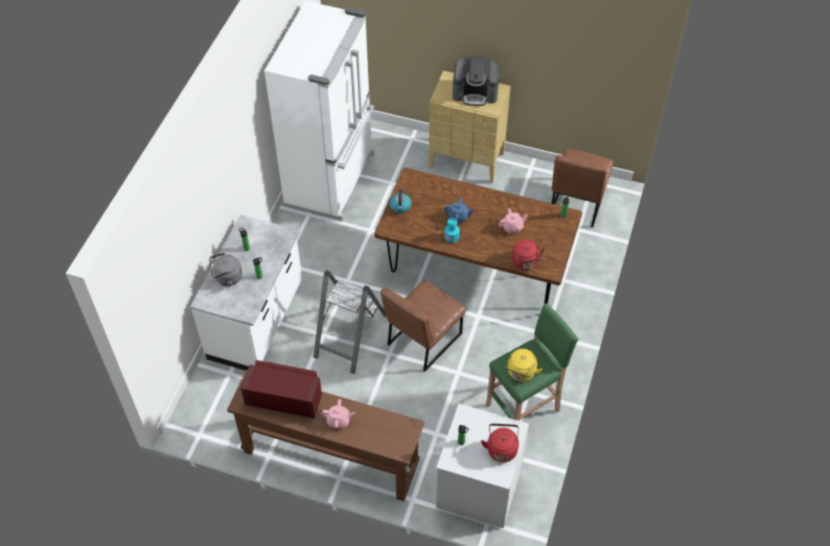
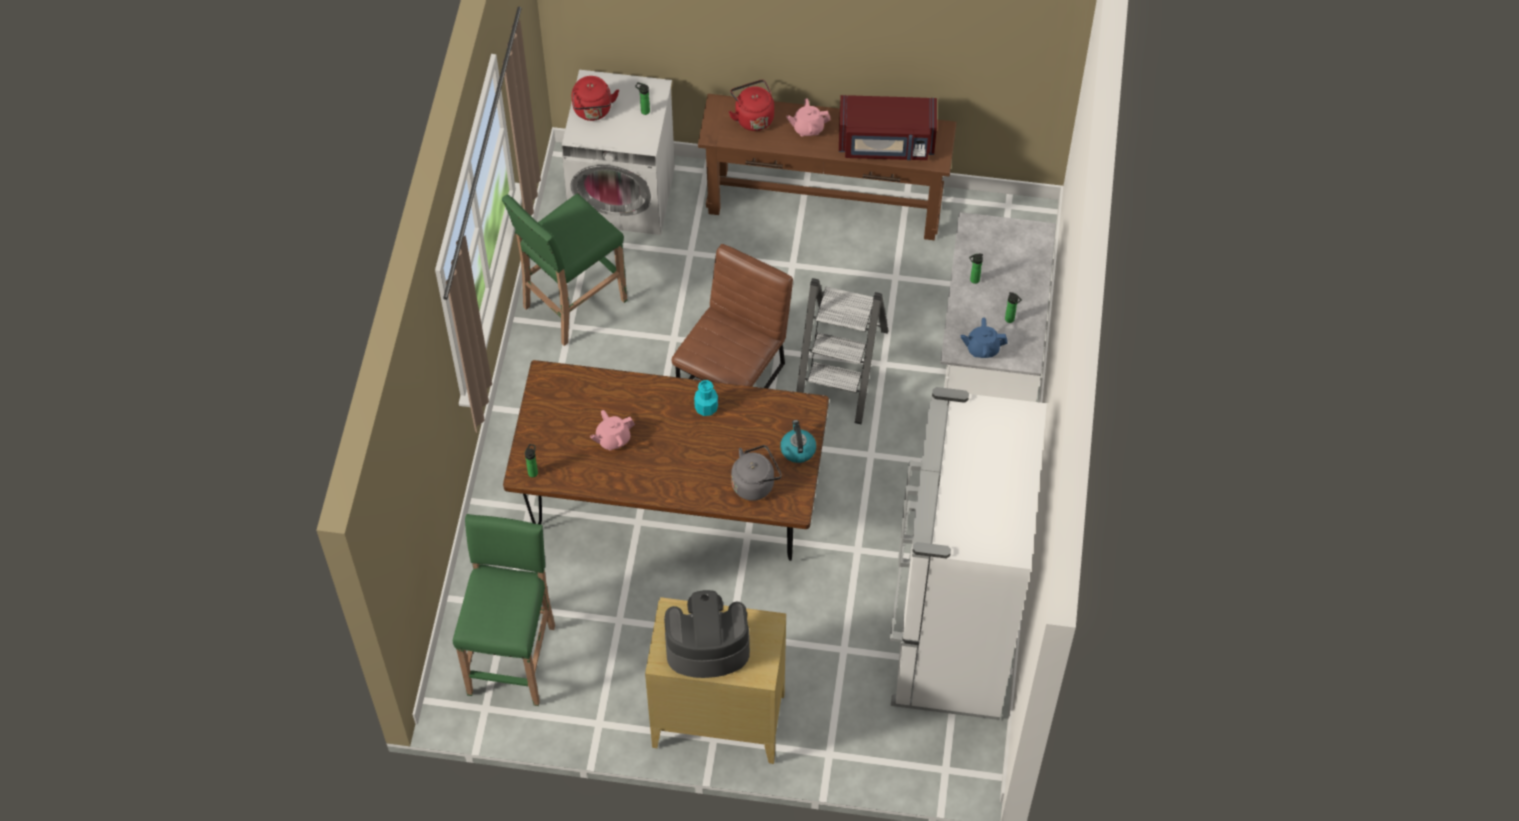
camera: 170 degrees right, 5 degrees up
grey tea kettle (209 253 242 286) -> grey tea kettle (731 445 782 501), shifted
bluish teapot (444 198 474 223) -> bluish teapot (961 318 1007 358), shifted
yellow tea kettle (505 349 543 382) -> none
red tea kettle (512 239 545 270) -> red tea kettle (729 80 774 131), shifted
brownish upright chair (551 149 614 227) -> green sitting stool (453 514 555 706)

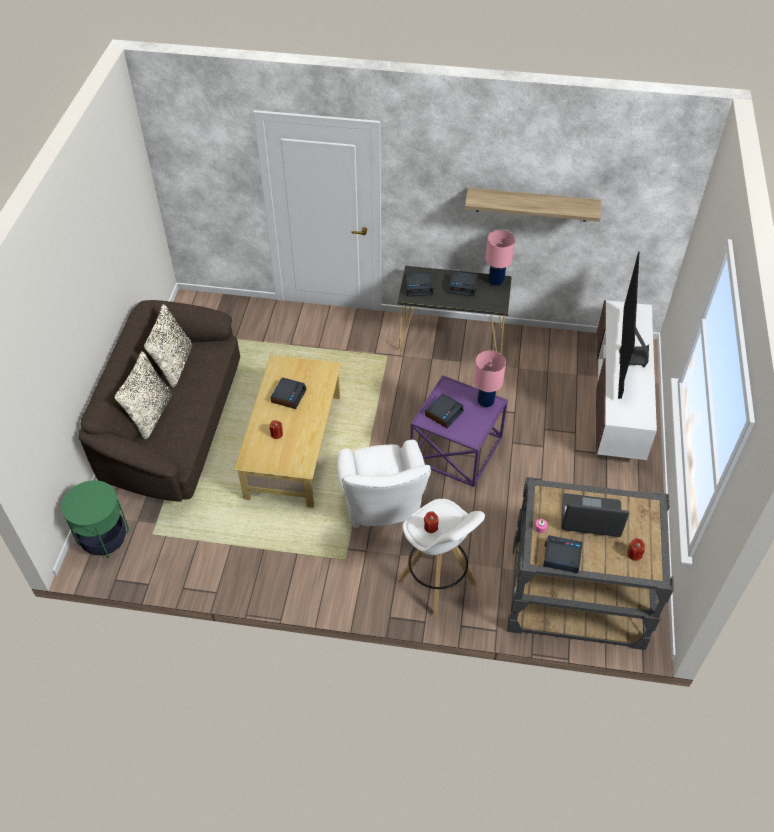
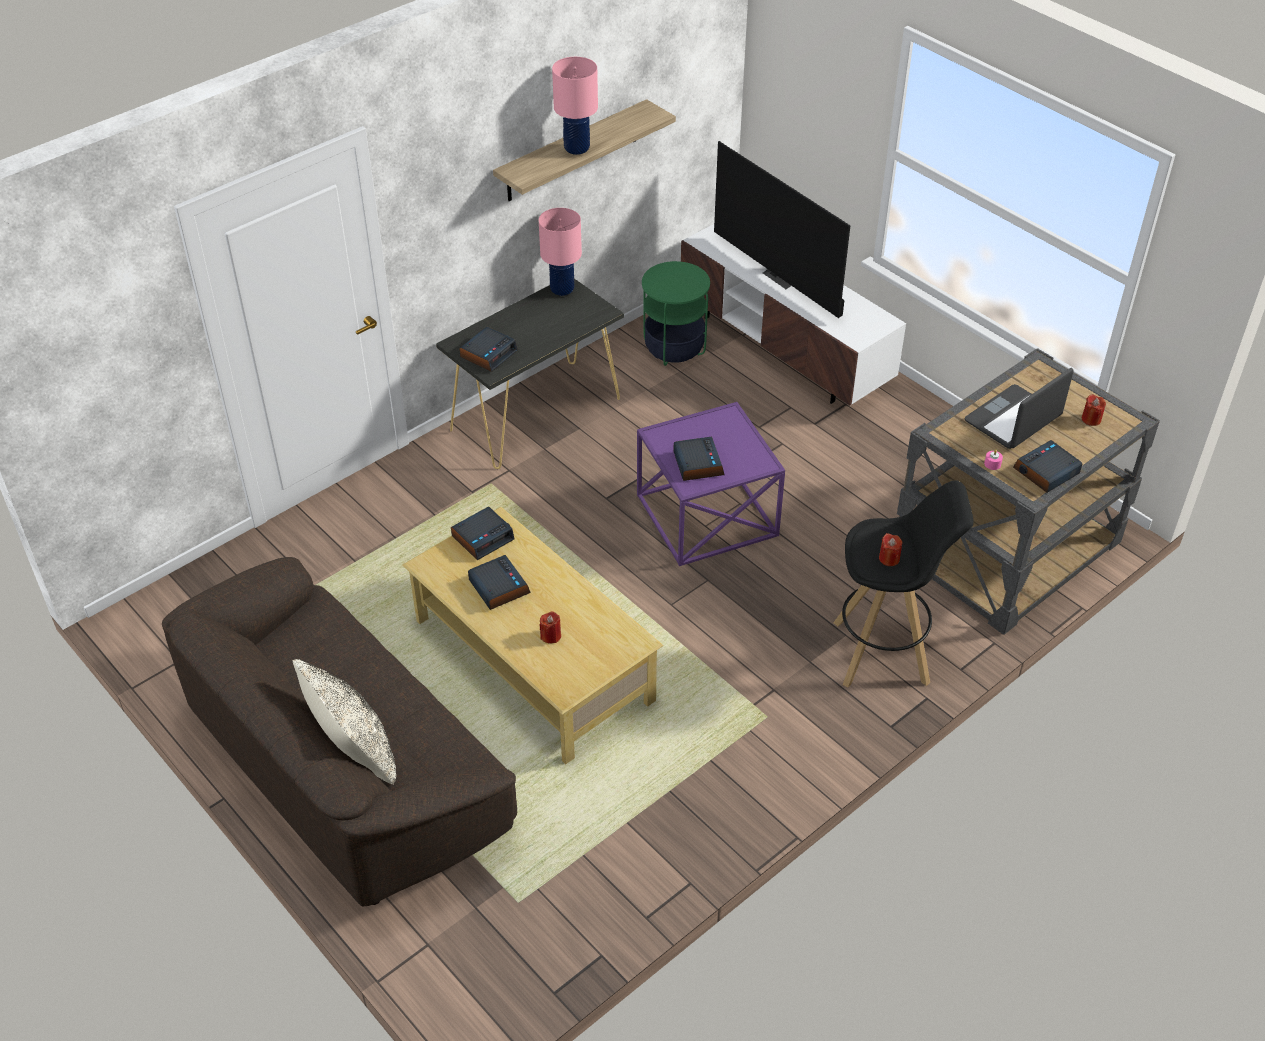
camera: 50 degrees left, 5 degrees down
green side table (61 480 129 558) -> green side table (642 261 710 366), shifted
beige cushion (144 304 192 387) -> none
whitish easy chair (337 440 431 528) -> none
whitish sitting stool (398 499 485 617) -> black-coloured sitting stool (833 480 974 688)
alarm clock (448 271 478 296) -> alarm clock (451 506 515 560), shifted
pinkish table lamp (474 351 506 407) -> pinkish table lamp (552 57 598 155), shifted

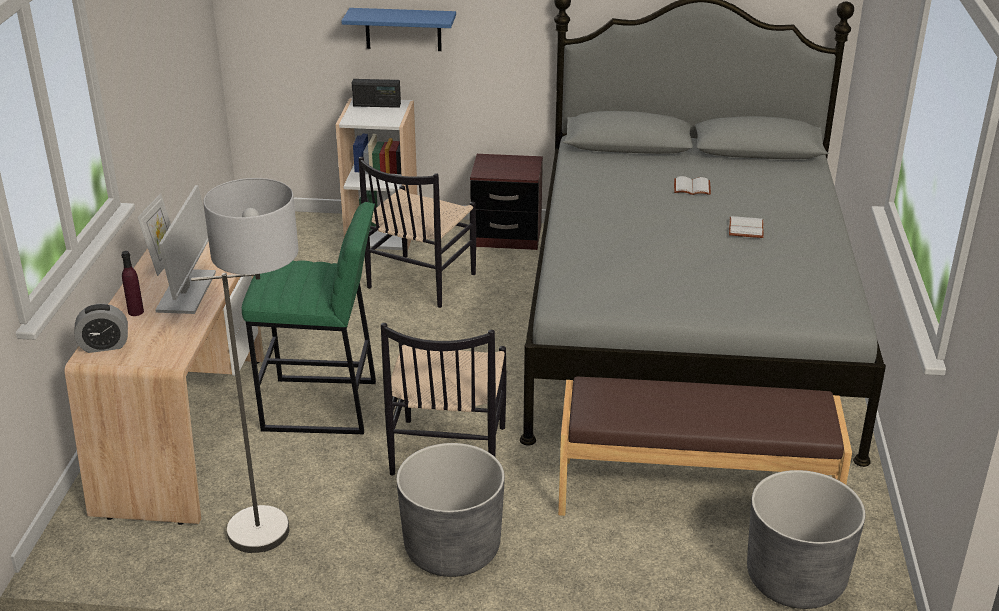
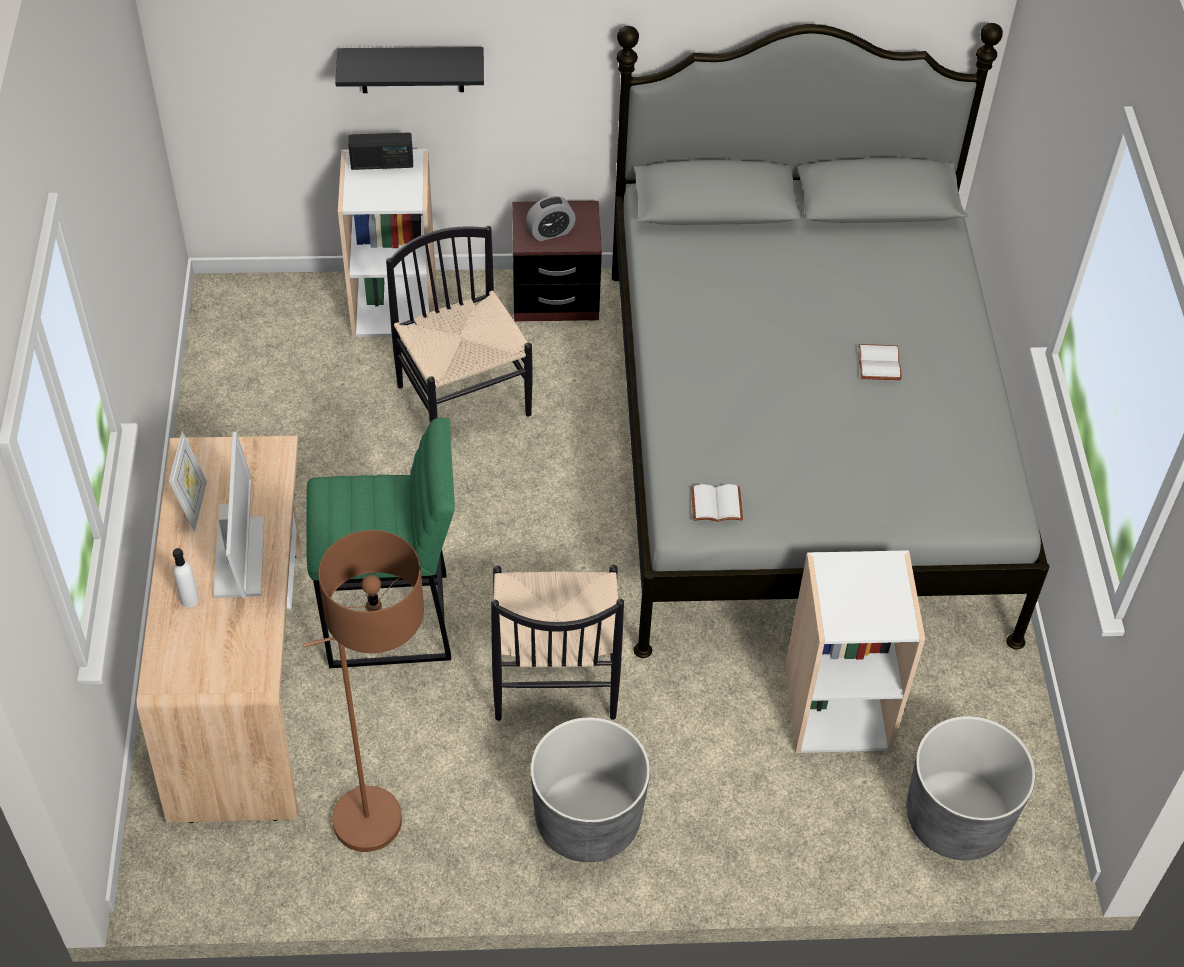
camera: 10 degrees left, 20 degrees up
alarm clock (74 304 128 353) -> alarm clock (526 196 576 241), shifted
purple-coloured drink bottle (121 251 144 316) -> whitish drink bottle (173 548 199 607)
grey standard lamp (191 178 298 553) -> brownish standard lamp (303 530 424 852)
bluish bracket shelf (341 8 456 51) -> black-coloured bracket shelf (335 47 484 93)
black-coloured upright chair (359 157 476 308) -> black-coloured upright chair (386 226 532 422), 135 degrees clockwise
brownish indoor bench (558 377 852 516) -> bookshelf (785 550 925 753)
whitish book (674 176 711 195) -> whitish book (691 484 743 522), shifted

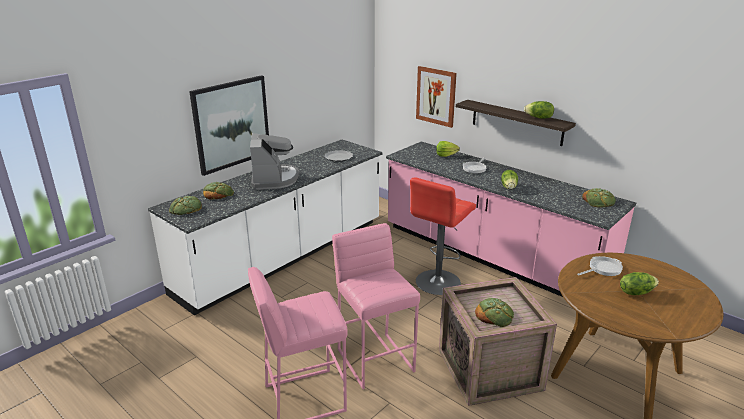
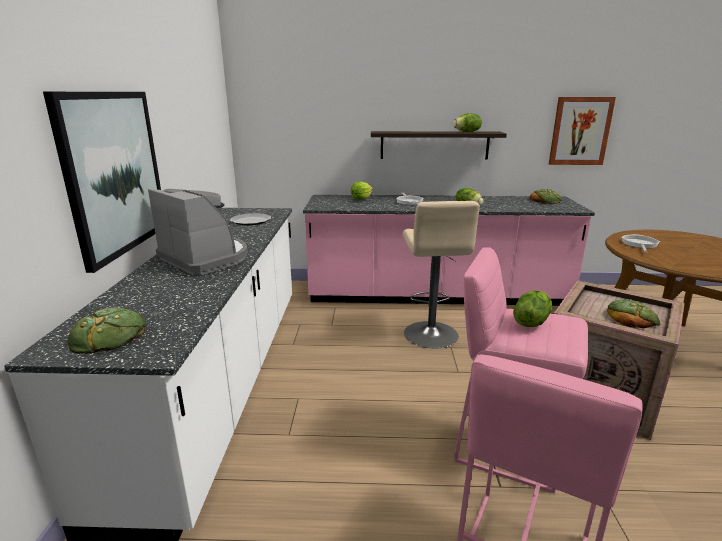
camera: 40 degrees left, 5 degrees down
bread (203 182 234 200) -> none
red sitting stool (410 177 476 295) -> beige sitting stool (403 201 480 348)
picture (416 66 457 128) -> picture (549 97 616 165), shifted
lettuce (620 272 659 295) -> lettuce (513 290 552 327), shifted

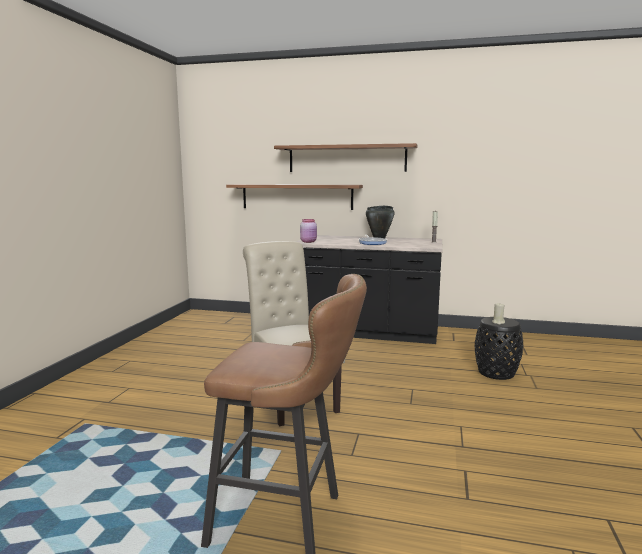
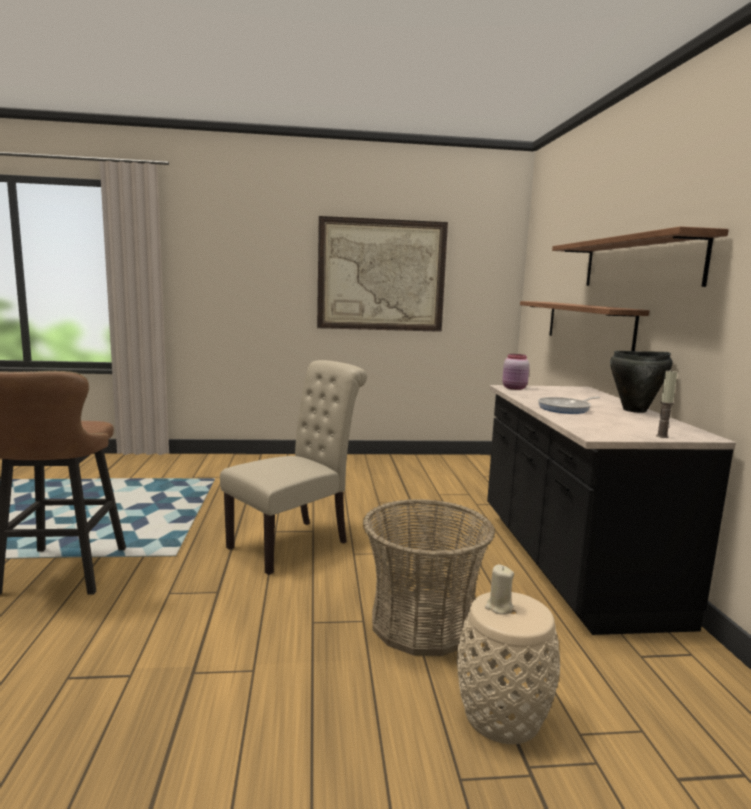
camera: 70 degrees right, 0 degrees up
black-coloured sitting stool (475 317 523 380) -> beige sitting stool (457 592 560 744)
none -> picture (317 216 448 332)
none -> storage basket (363 499 495 656)

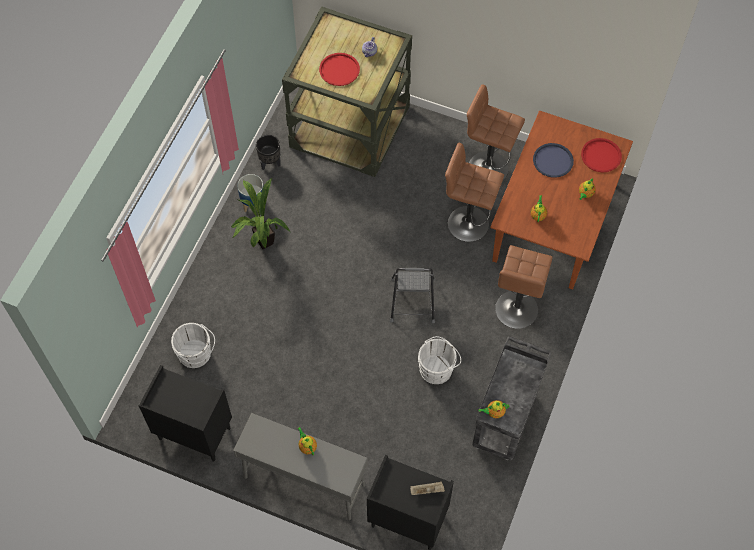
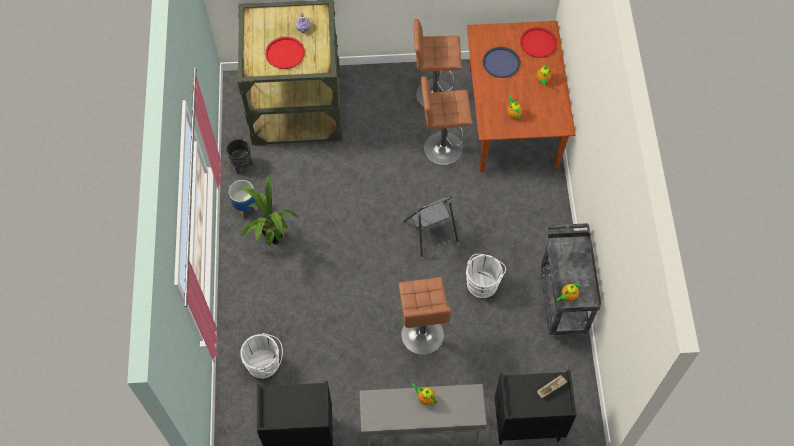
camera: 25 degrees left, 0 degrees up
brownish sitting stool (495 245 553 329) -> brownish sitting stool (398 277 452 355), shifted

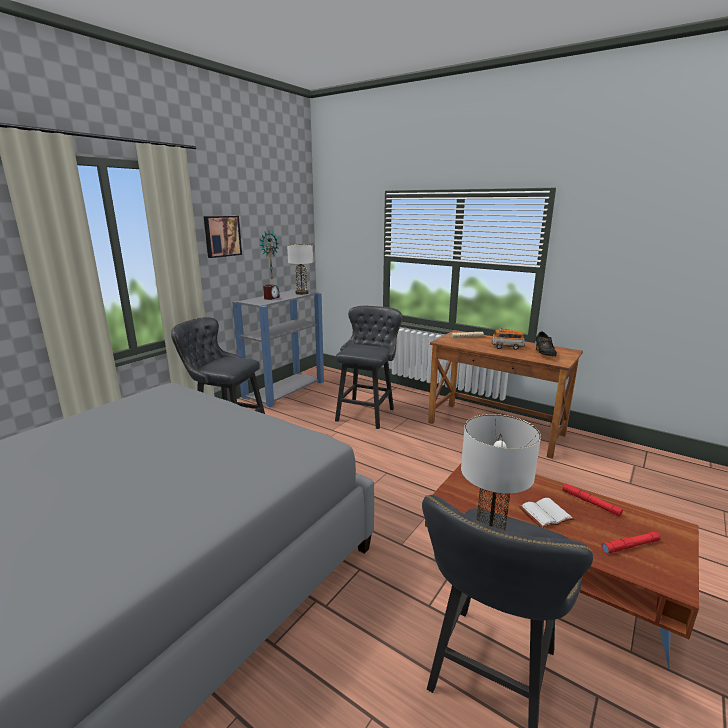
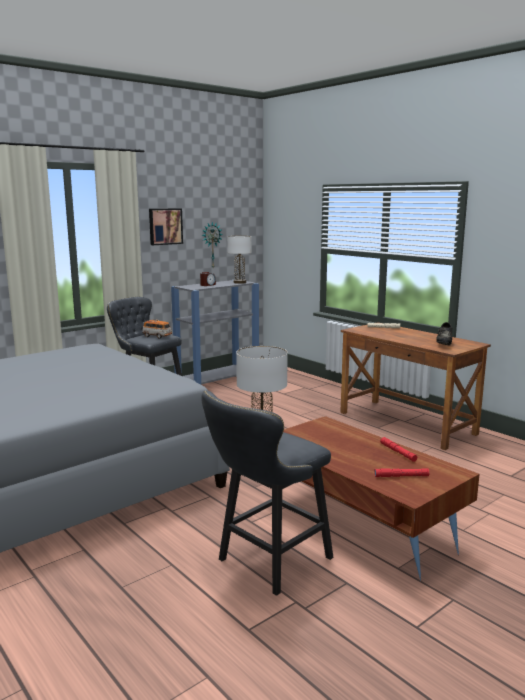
camera: 15 degrees right, 5 degrees down
grey sitting stool (335 306 403 429) -> none
toy car (491 328 526 350) -> toy car (142 319 172 338), shifted
whitish book (519 498 574 528) -> none

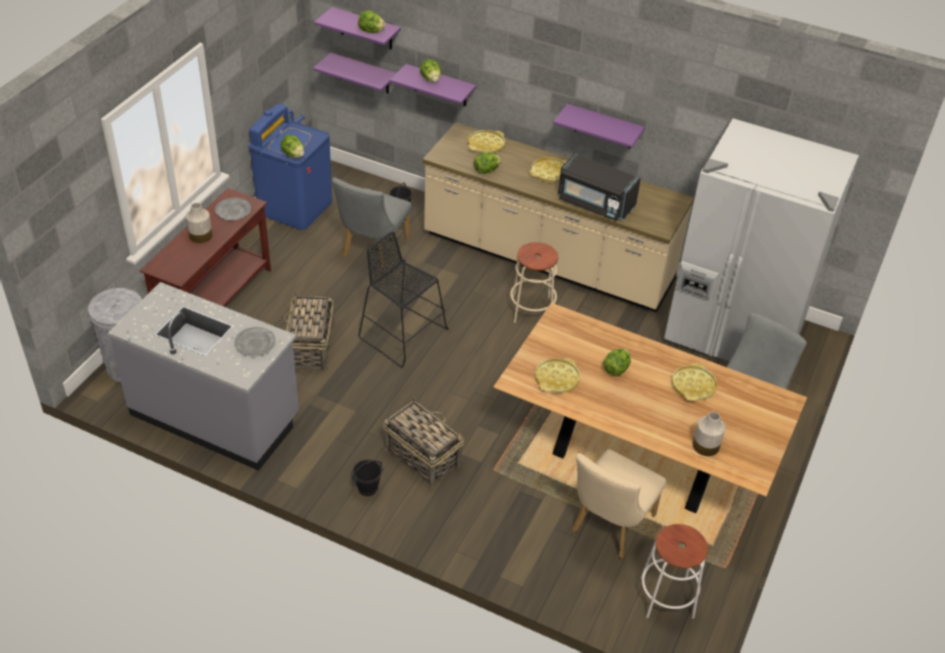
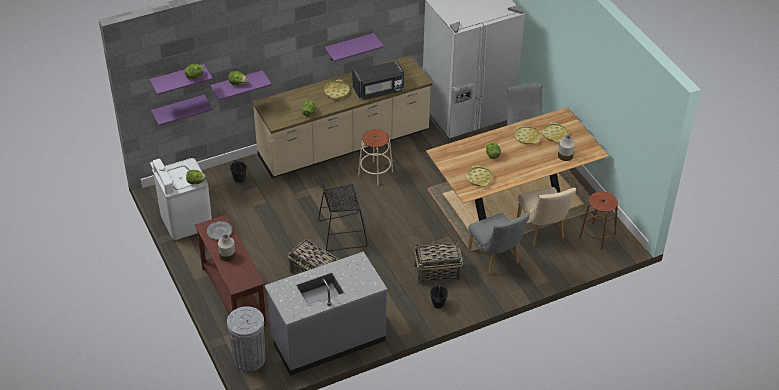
camera: 50 degrees left, 0 degrees up
grey dinner plate (234 327 276 356) -> none
bluish washing machine (248 104 332 230) -> whitish washing machine (150 158 212 240)
grey upright chair (332 177 412 269) -> grey upright chair (468 212 530 274), shifted
yellow serving tray (468 130 505 153) -> yellow serving tray (542 122 568 143), shifted
whitish sitting stool (641 524 708 619) -> brownish sitting stool (579 191 618 250)

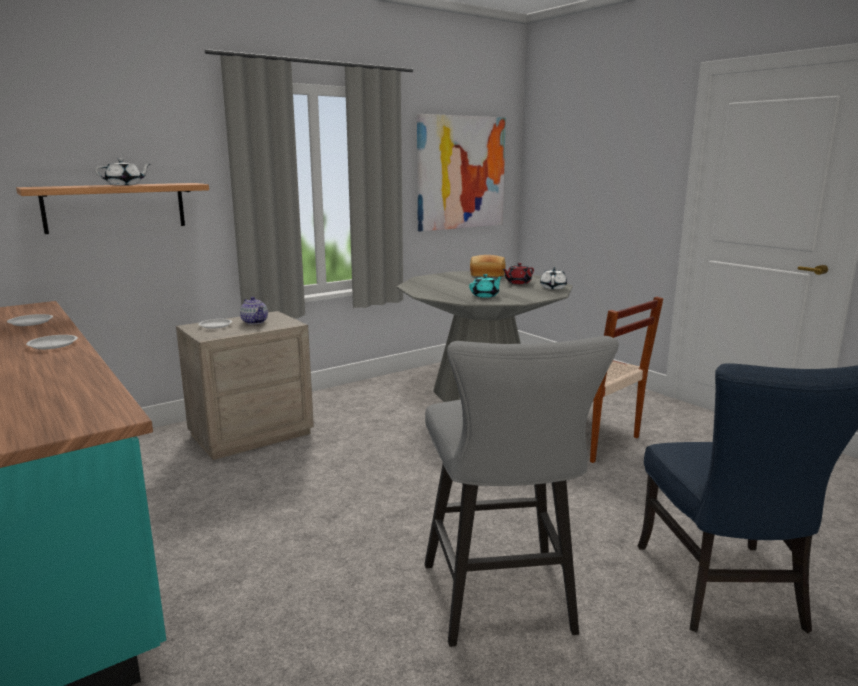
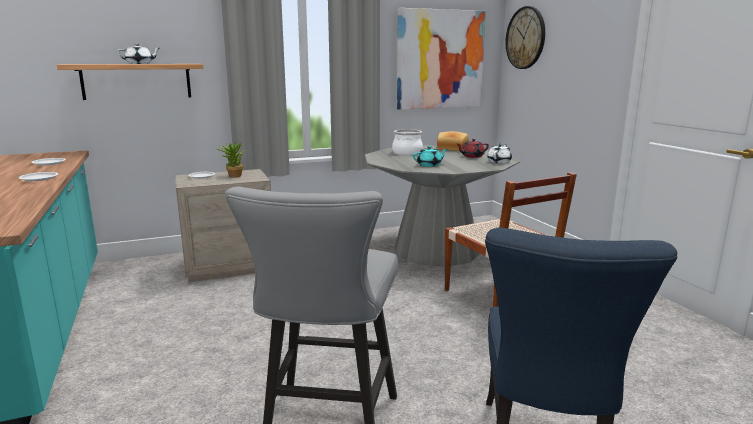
camera: 15 degrees right, 0 degrees up
teapot (240 297 268 325) -> plant in a pot (217 140 245 178)
none -> stockpot (392 129 423 155)
none -> hanging clock (506 6 545 69)

